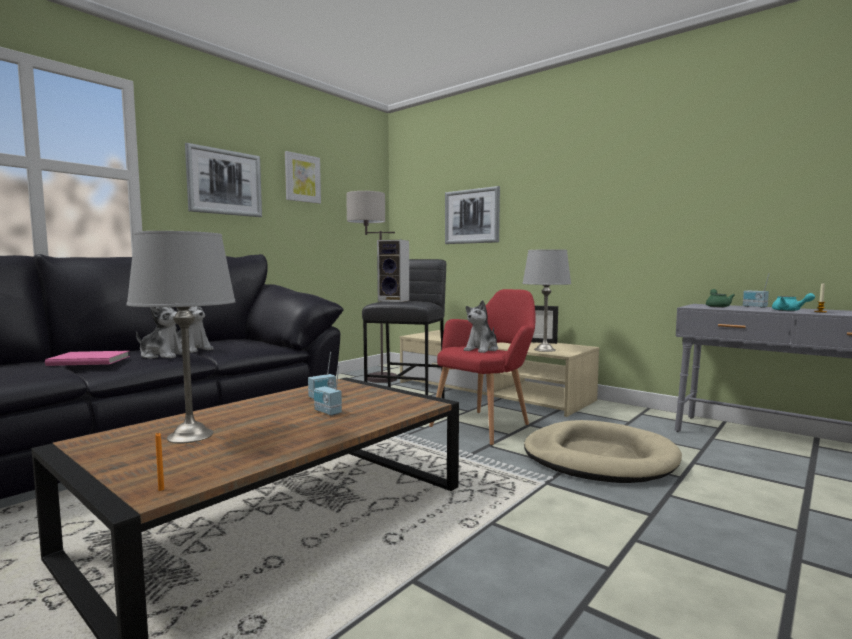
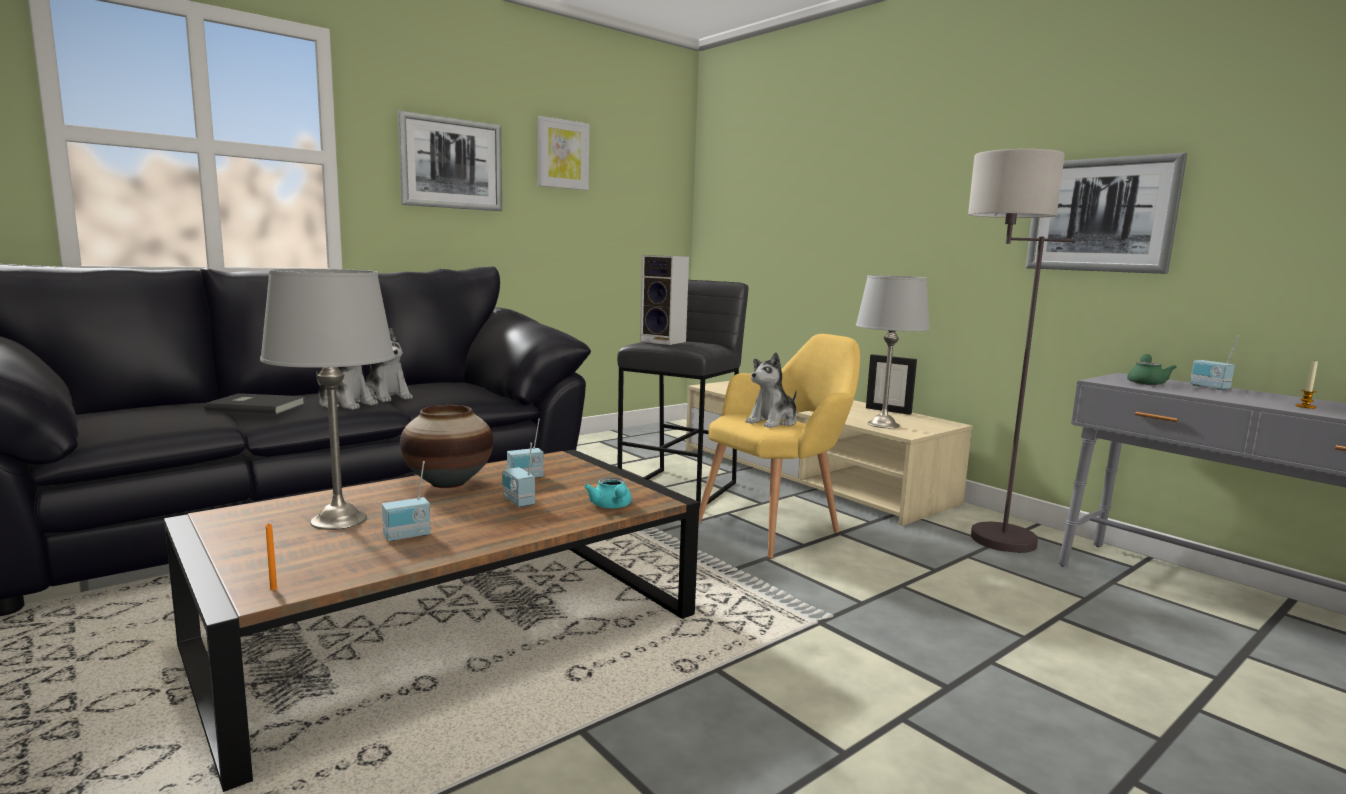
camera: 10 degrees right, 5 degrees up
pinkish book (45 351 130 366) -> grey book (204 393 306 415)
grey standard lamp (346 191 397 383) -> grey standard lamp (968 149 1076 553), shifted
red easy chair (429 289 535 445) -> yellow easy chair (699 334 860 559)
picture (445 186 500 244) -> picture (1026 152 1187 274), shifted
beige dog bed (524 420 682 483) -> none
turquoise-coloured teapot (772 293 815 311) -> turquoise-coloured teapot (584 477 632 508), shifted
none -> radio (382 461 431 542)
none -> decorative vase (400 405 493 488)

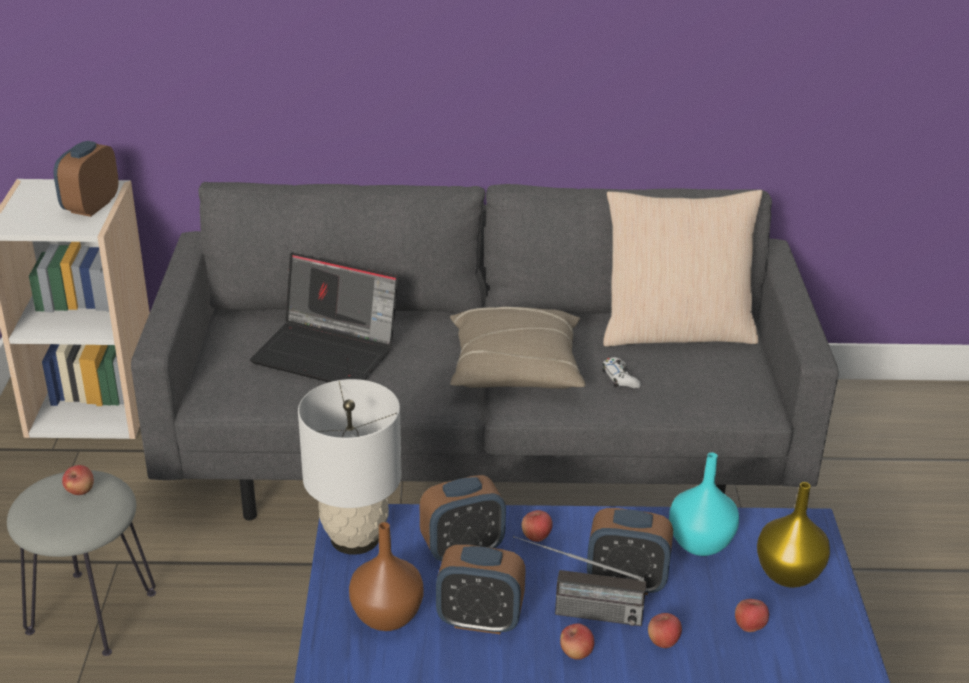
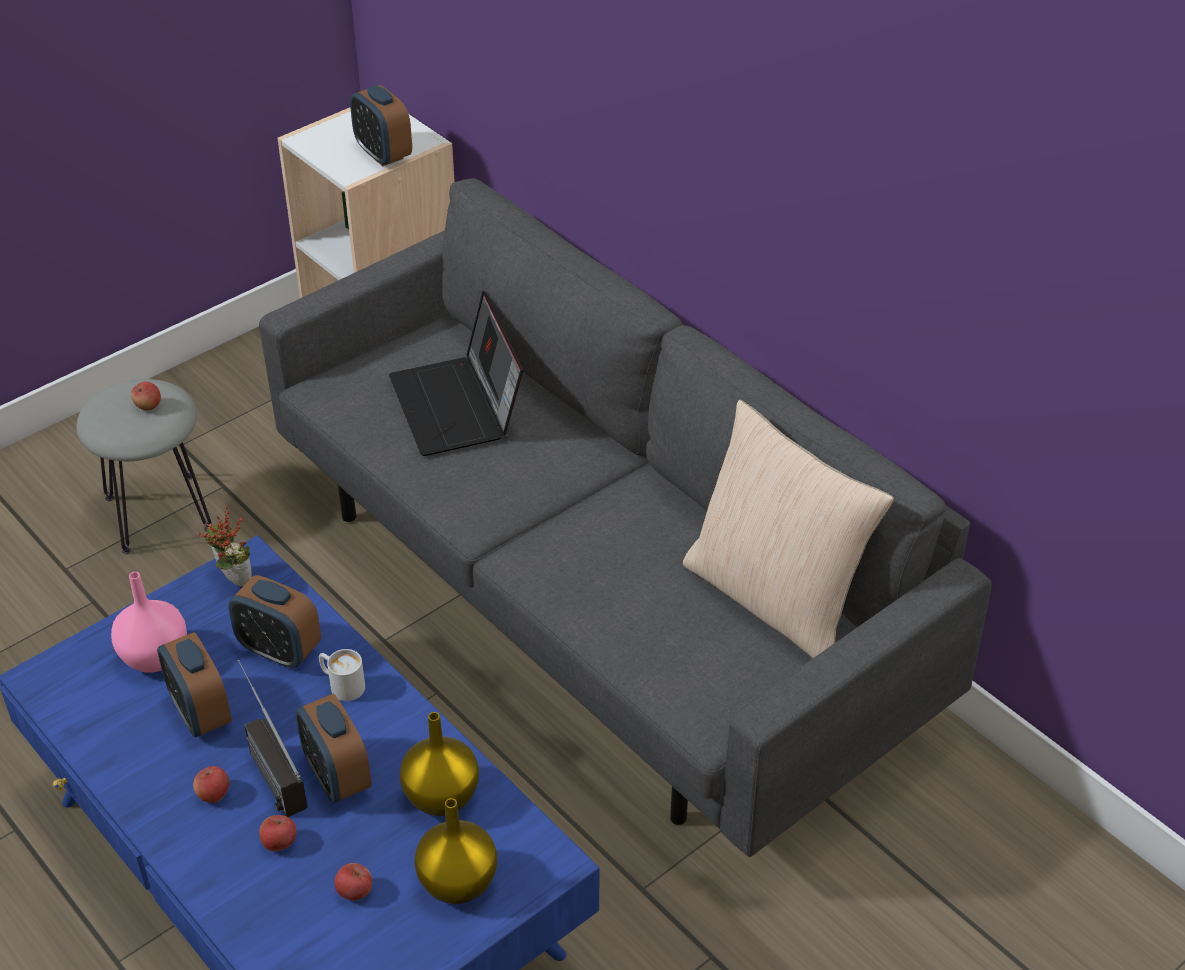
camera: 50 degrees right, 10 degrees up
alarm clock (54 141 119 217) -> alarm clock (350 85 412 166), 105 degrees counterclockwise
whitish table lamp (298 379 401 555) -> plant in a pot (198 505 252 586)
brownish decorative vase (349 522 424 631) -> pinkish decorative vase (111 572 187 673)
beige cushion (450 307 586 389) -> none
apple fruit (522 510 553 542) -> whitish mug (319 649 365 701)
whitish joypad (602 357 641 389) -> none
turquoise-coloured decorative vase (669 452 739 556) -> yellow decorative vase (400 712 479 816)

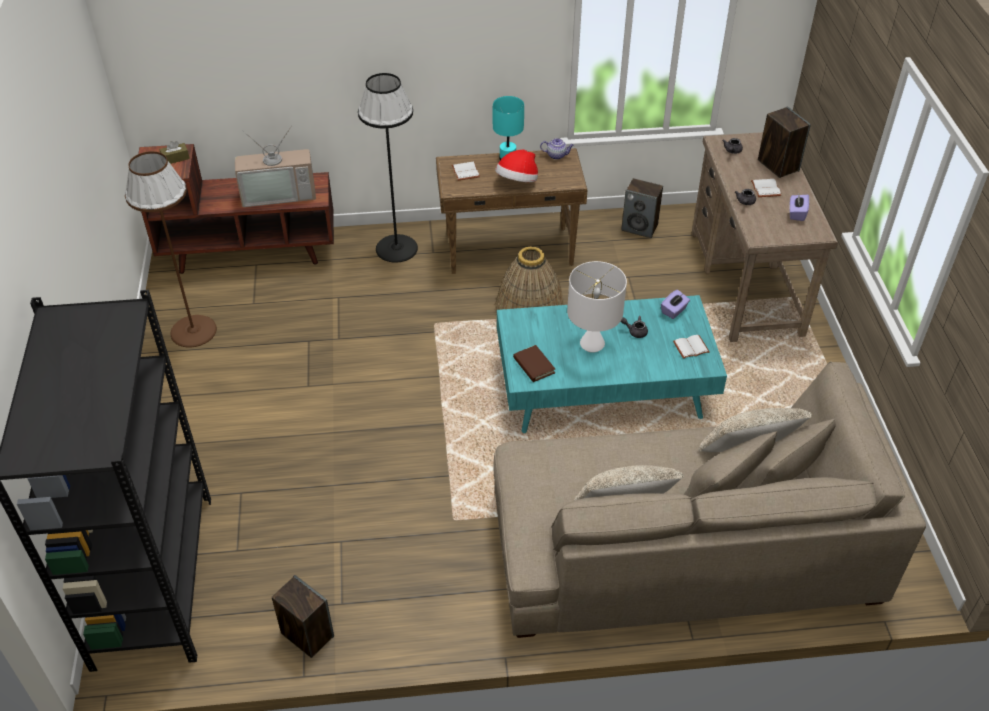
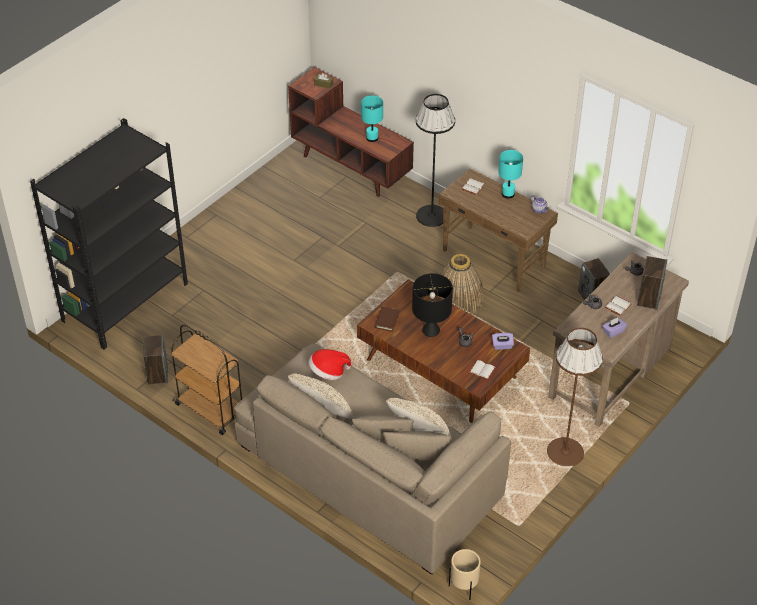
camera: 45 degrees right, 0 degrees up
brownish standard lamp (125 151 217 347) -> brownish standard lamp (547 328 603 466), shifted
television (235 125 316 207) -> turquoise-coloured table lamp (361 95 383 142)
clothing hat (495 150 538 182) -> clothing hat (308 349 351 380), shifted
turquoise-coloured lounge table (497 295 727 433) -> brownish lounge table (357 279 530 423)
whitish table lamp (567 261 627 353) -> black-coloured table lamp (412 273 453 337)
none -> brownish cart (171 324 242 435)
none -> beige planter (449 549 481 600)

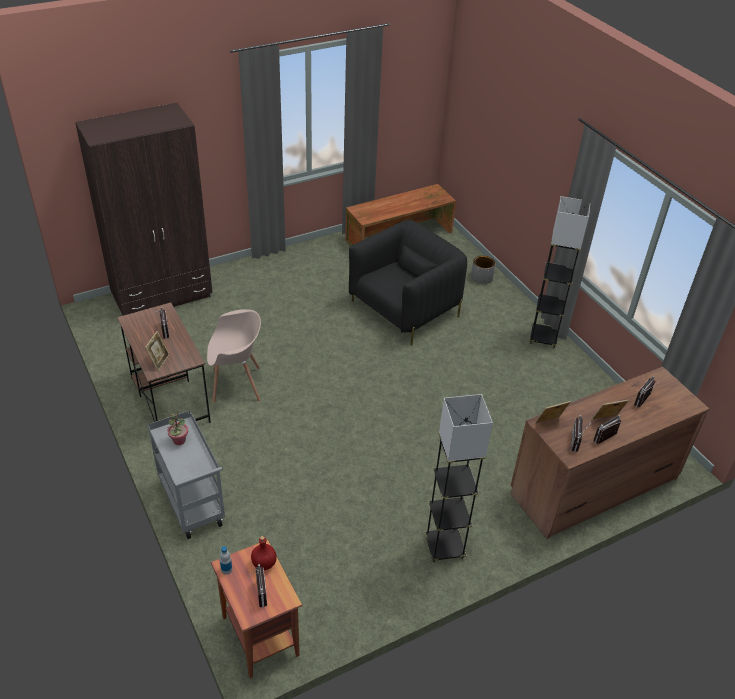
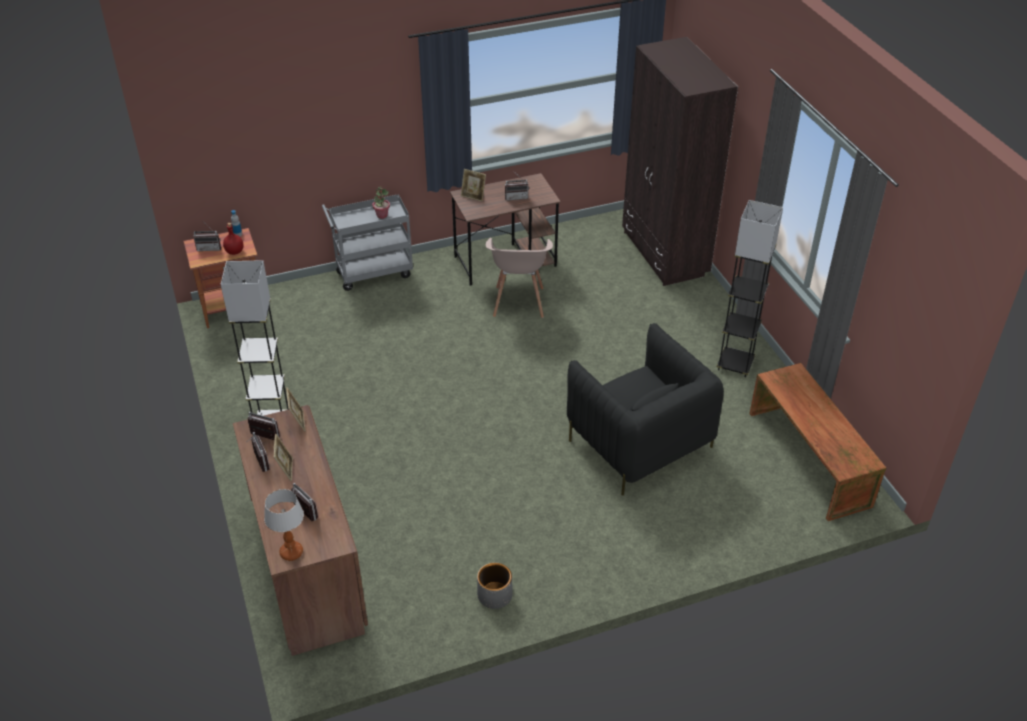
camera: 100 degrees right, 0 degrees up
grey planter (471 256 495 284) -> grey planter (477 563 513 609), shifted
grey standard lamp (529 196 590 348) -> grey standard lamp (717 200 783 377), shifted
none -> table lamp (264 489 304 561)

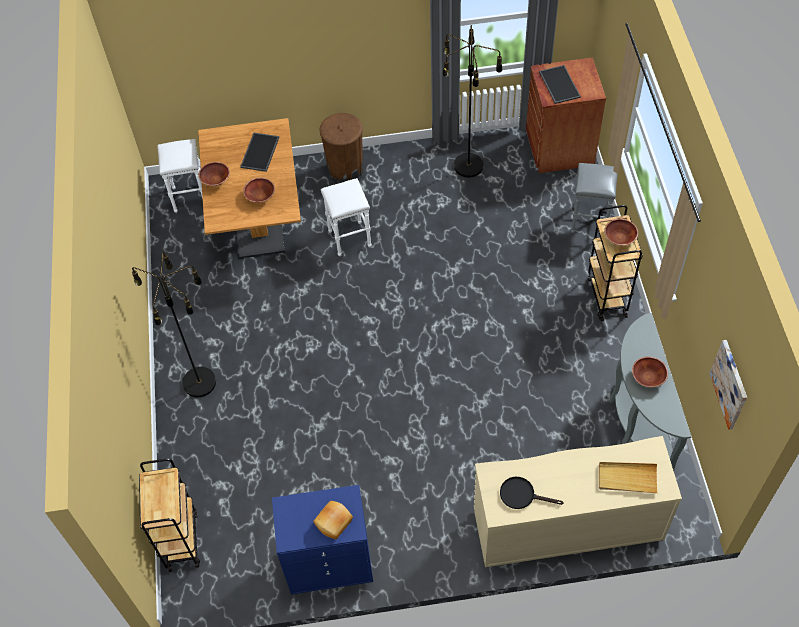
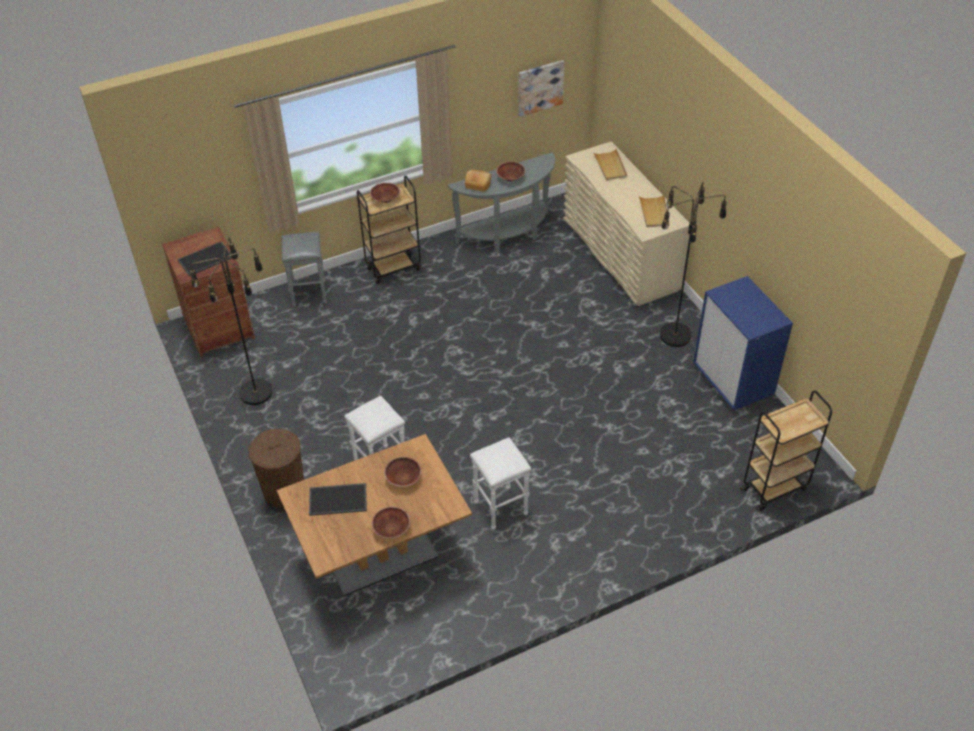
camera: 110 degrees left, 10 degrees down
standard lamp (132 252 216 398) -> standard lamp (660 182 727 347), shifted
whitish sitting stool (157 139 203 213) -> whitish sitting stool (470 437 532 530), shifted
bread (313 501 353 539) -> bread (465 170 491 192), shifted
black-coloured pan (500 477 564 509) -> beige serving tray (639 194 669 227)

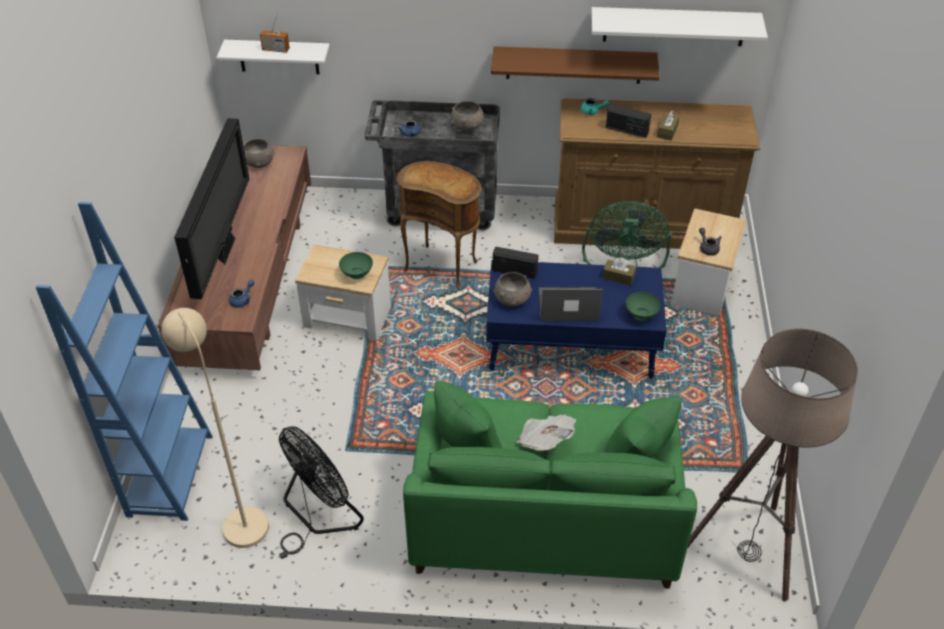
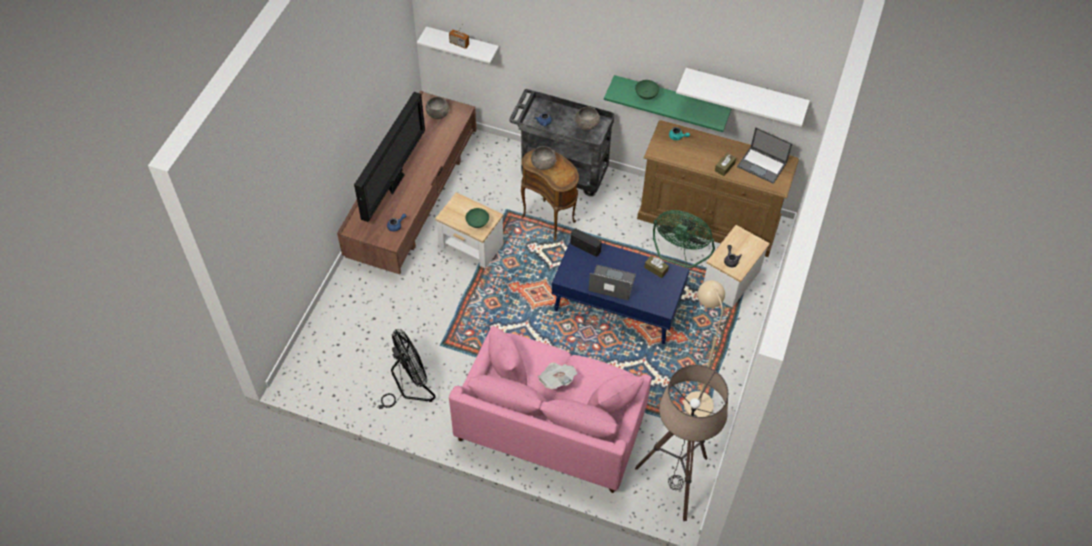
camera: 15 degrees right, 10 degrees up
bluish bookshelf (36 202 213 521) -> none
beige standard lamp (161 308 269 548) -> beige standard lamp (684 280 725 417), shifted
green settee (403 381 697 589) -> pinkish settee (449 326 652 493)
brownish bracket shelf (491 46 660 84) -> green bracket shelf (604 75 732 132)
grey deep dish (494 272 532 307) -> grey deep dish (531 146 557 170), shifted
radio (606 104 651 138) -> none
green deep dish (626 292 661 321) -> green deep dish (635 80 659 100), shifted
none -> notebook computer (737 127 792 184)

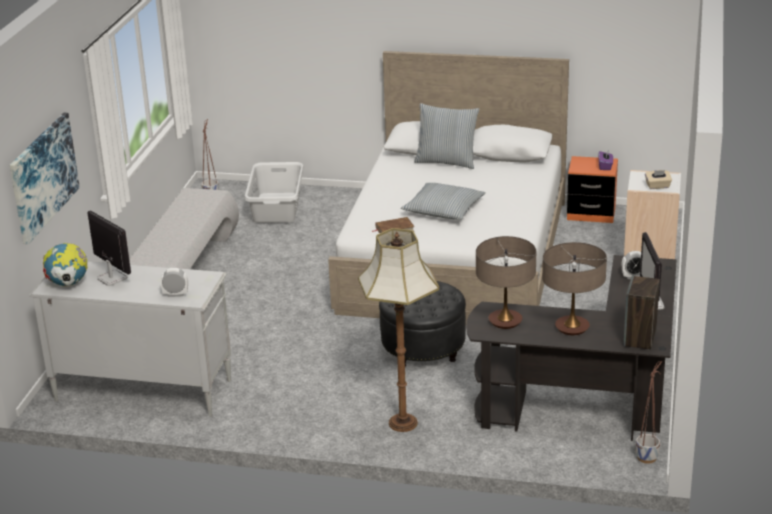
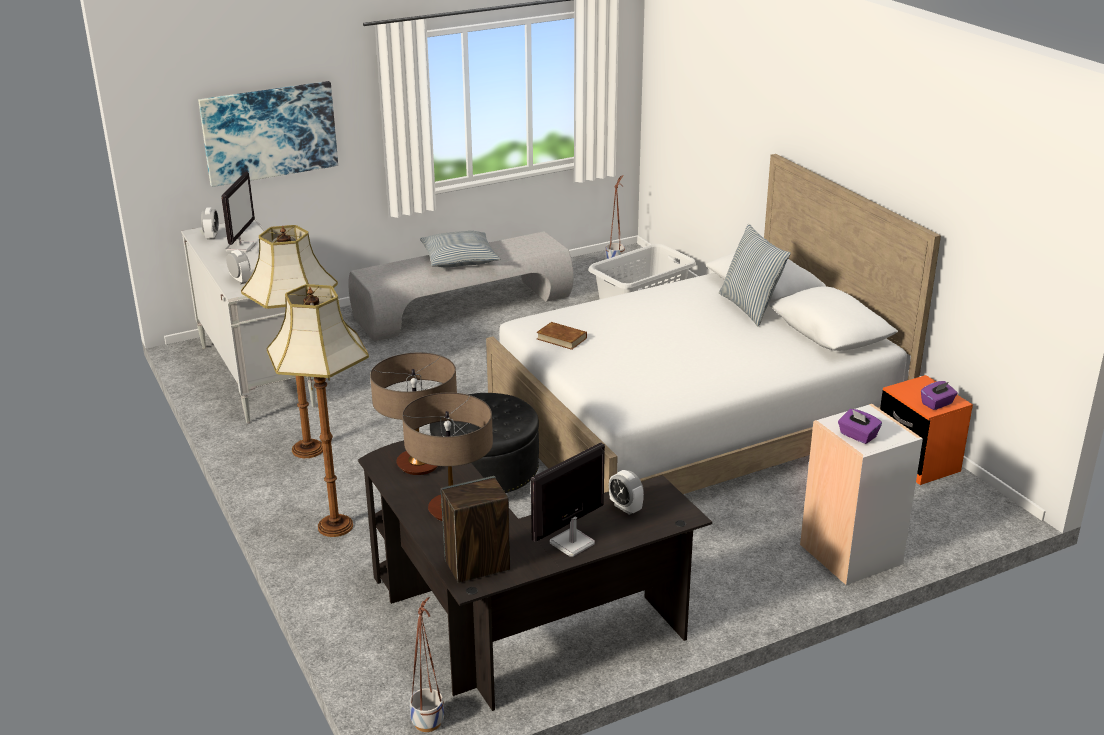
camera: 50 degrees right, 0 degrees up
globe (42 243 88 287) -> alarm clock (201 208 219 240)
cushion (401 183 486 220) -> cushion (420 231 500 268), shifted
beige tissue holder (645 170 672 189) -> purple-coloured tissue holder (838 409 882 444)
none -> standard lamp (241 225 338 458)

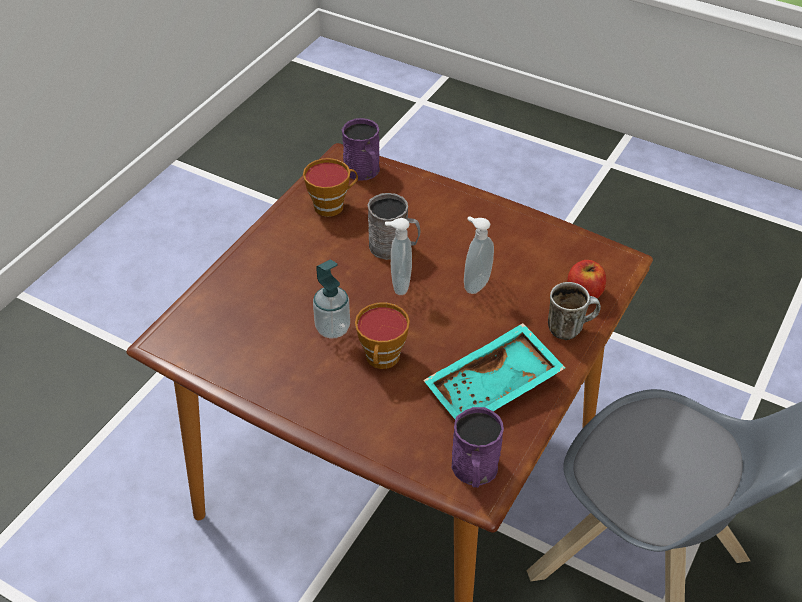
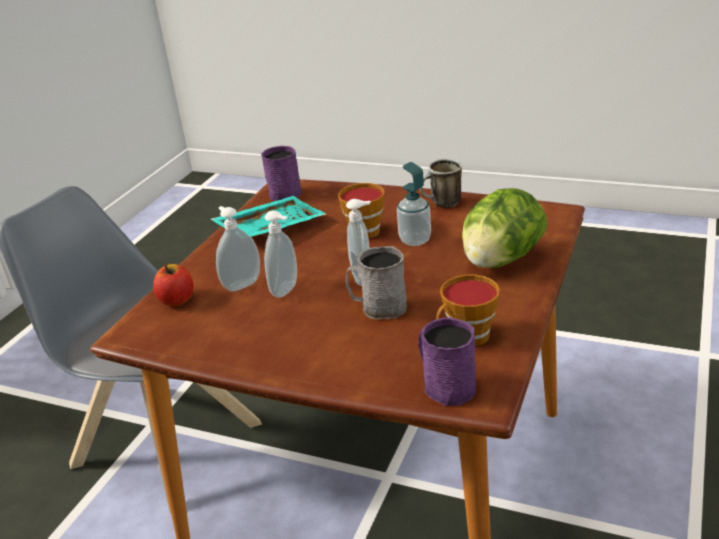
camera: 175 degrees right, 15 degrees down
mug (548 282 601 340) -> mug (419 159 462 208), shifted
none -> soap dispenser (216 206 260 292)
none -> lettuce (462 188 548 268)

